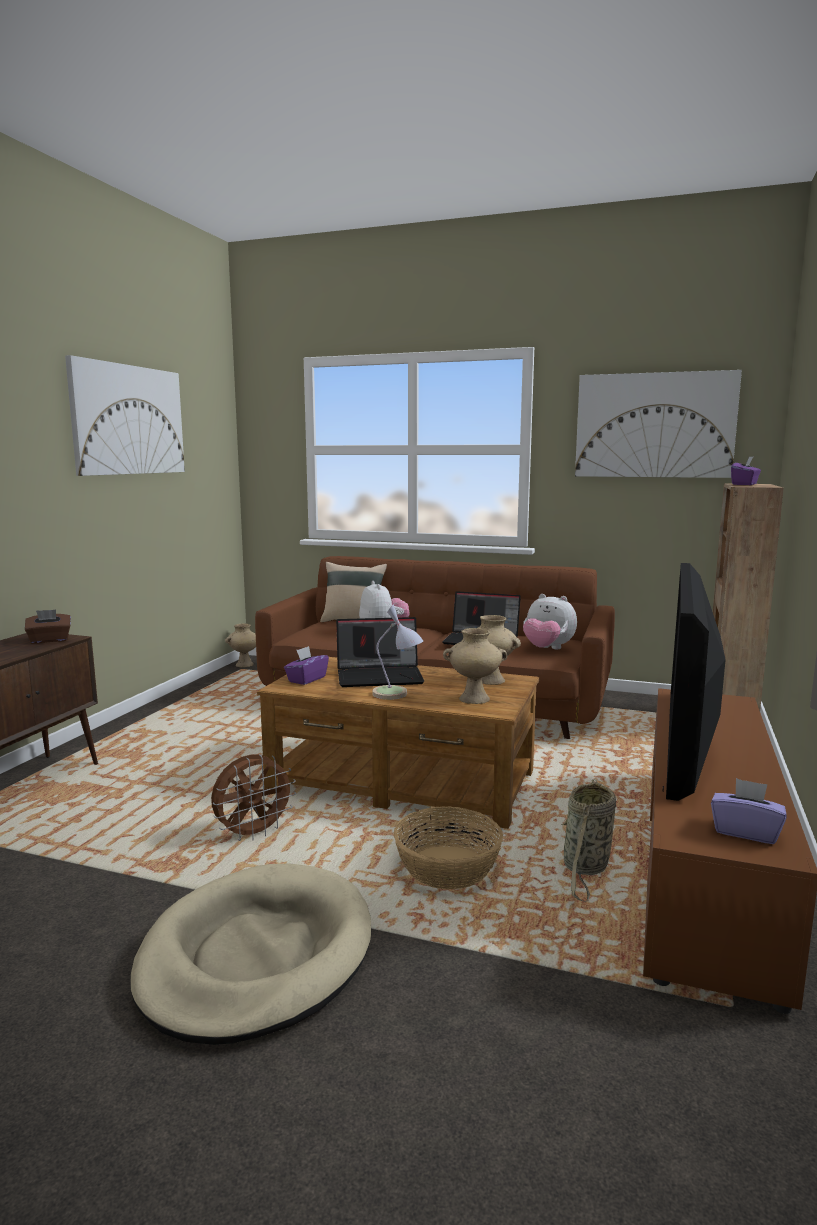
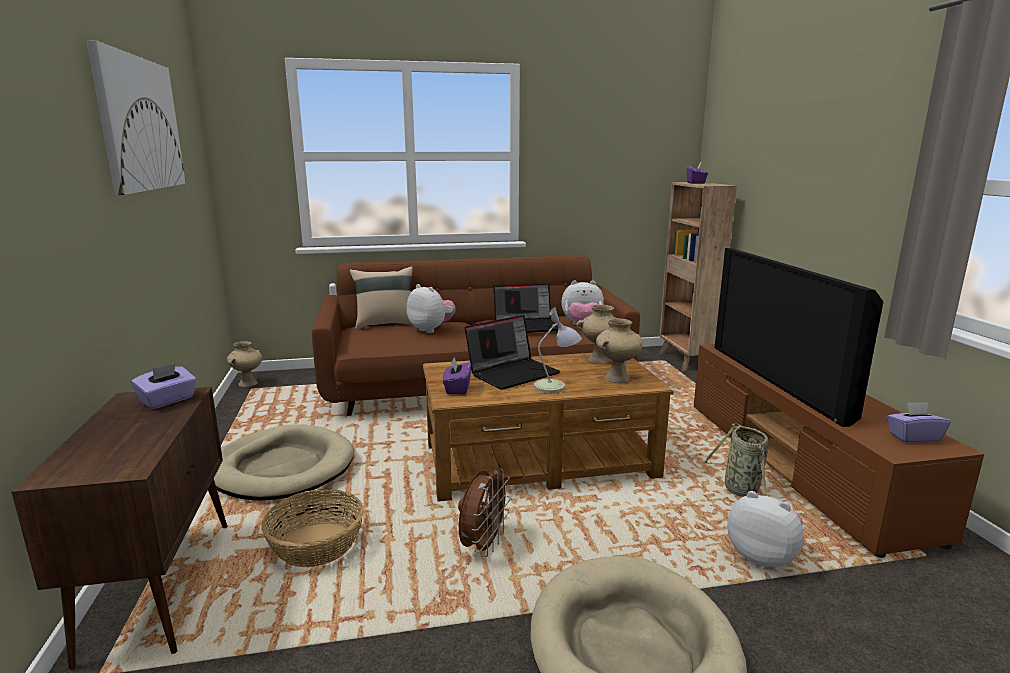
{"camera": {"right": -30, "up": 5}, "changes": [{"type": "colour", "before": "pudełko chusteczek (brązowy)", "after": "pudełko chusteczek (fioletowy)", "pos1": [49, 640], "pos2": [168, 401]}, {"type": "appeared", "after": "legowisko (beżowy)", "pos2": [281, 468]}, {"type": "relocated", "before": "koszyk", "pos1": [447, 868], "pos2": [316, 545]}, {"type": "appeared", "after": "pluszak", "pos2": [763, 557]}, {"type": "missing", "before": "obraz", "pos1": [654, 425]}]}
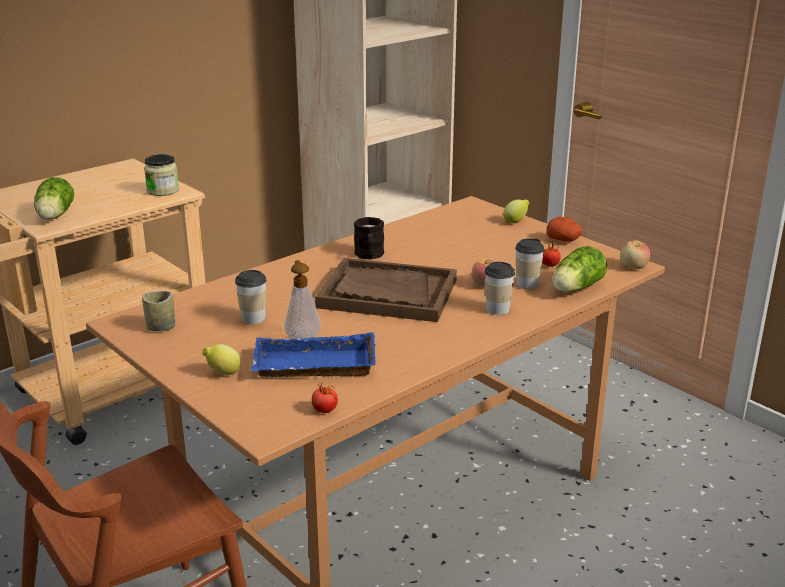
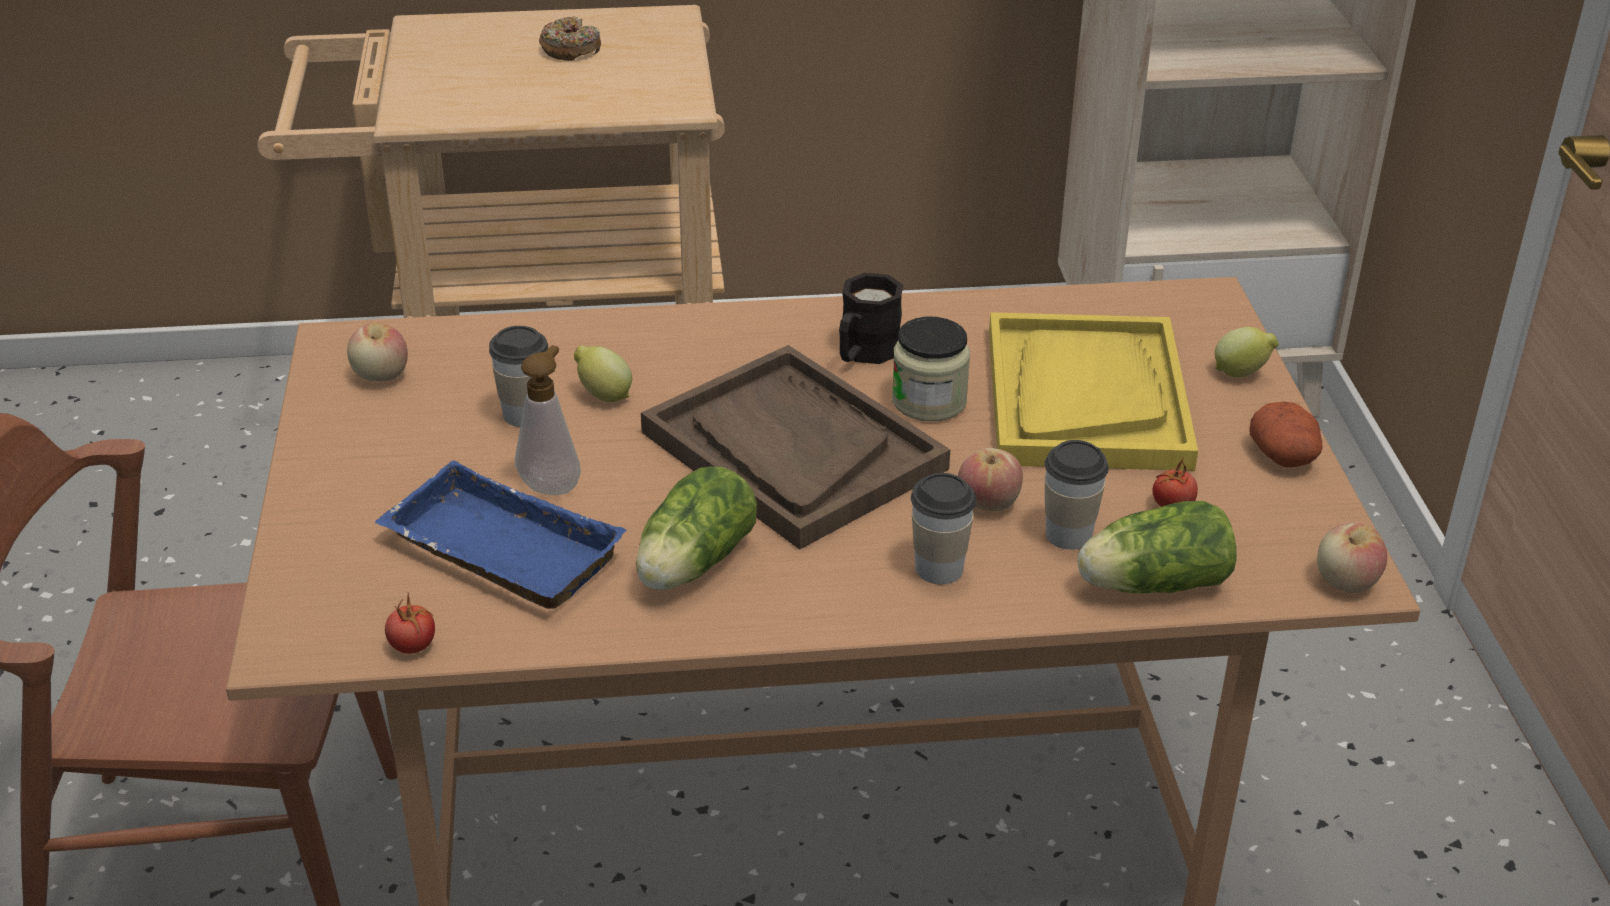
{"camera": {"right": 35, "up": 10}, "changes": [{"type": "exchanged", "before": "filiżanka", "after": "jabłko", "pos1": [161, 327], "pos2": [381, 376]}, {"type": "appeared", "after": "donut", "pos2": [570, 49]}, {"type": "relocated", "before": "cytryna", "pos1": [223, 373], "pos2": [603, 395]}, {"type": "relocated", "before": "sałata", "pos1": [54, 216], "pos2": [691, 565]}, {"type": "relocated", "before": "słoik", "pos1": [163, 191], "pos2": [929, 401]}, {"type": "appeared", "after": "taca (żółty)", "pos2": [1085, 397]}]}
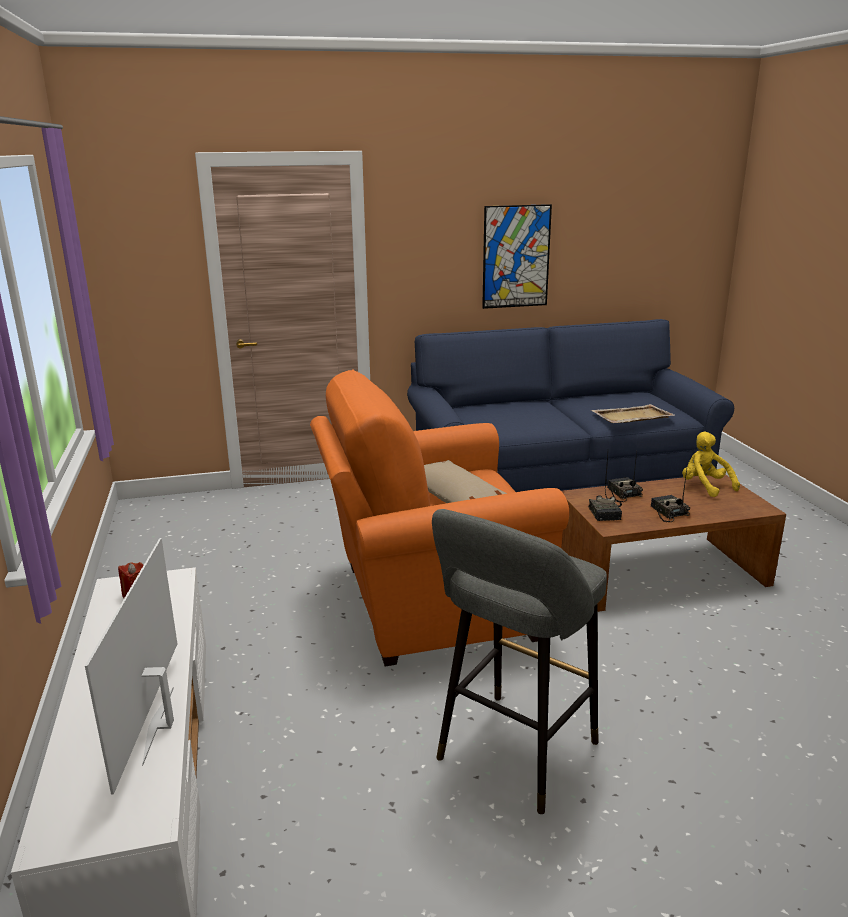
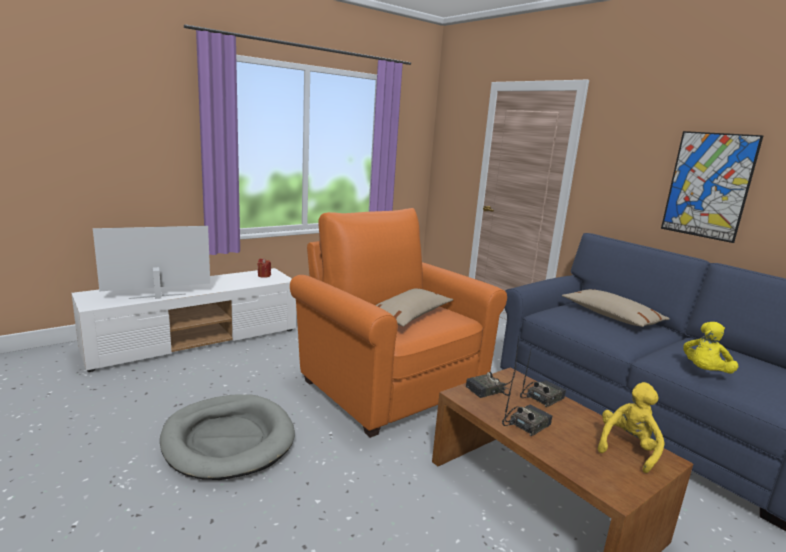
{"camera": {"right": 65, "up": -5}, "changes": [{"type": "exchanged", "before": "stołek (szary)", "after": "legowisko (szary)", "pos1": [512, 756], "pos2": [228, 440]}, {"type": "appeared", "after": "poduszka (beżowy)", "pos2": [611, 316]}, {"type": "exchanged", "before": "taca (beżowy)", "after": "pluszak (żółty)", "pos1": [631, 417], "pos2": [704, 372]}]}
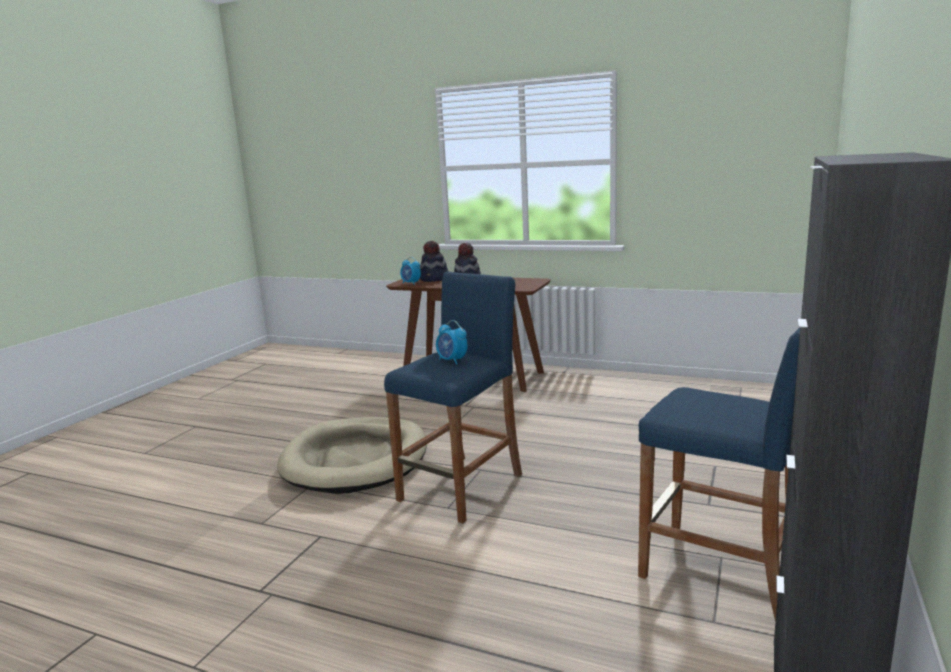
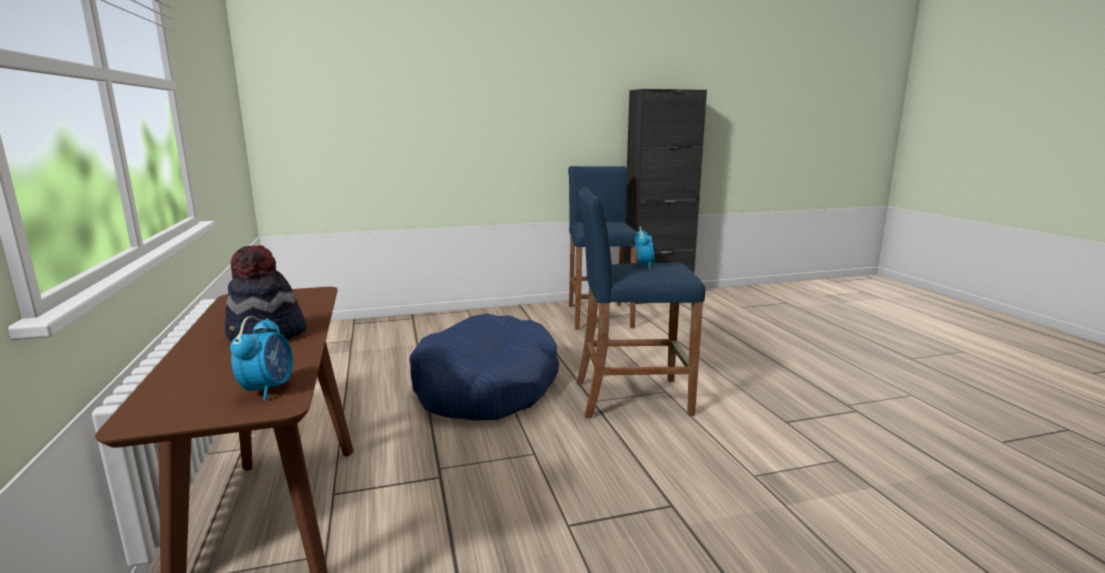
{"camera": {"right": -130, "up": 0}, "changes": [{"type": "appeared", "after": "legowisko (niebieski)", "pos2": [486, 387]}, {"type": "missing", "before": "legowisko (beżowy)", "pos1": [356, 460]}, {"type": "missing", "before": "kapelusz", "pos1": [434, 279]}]}
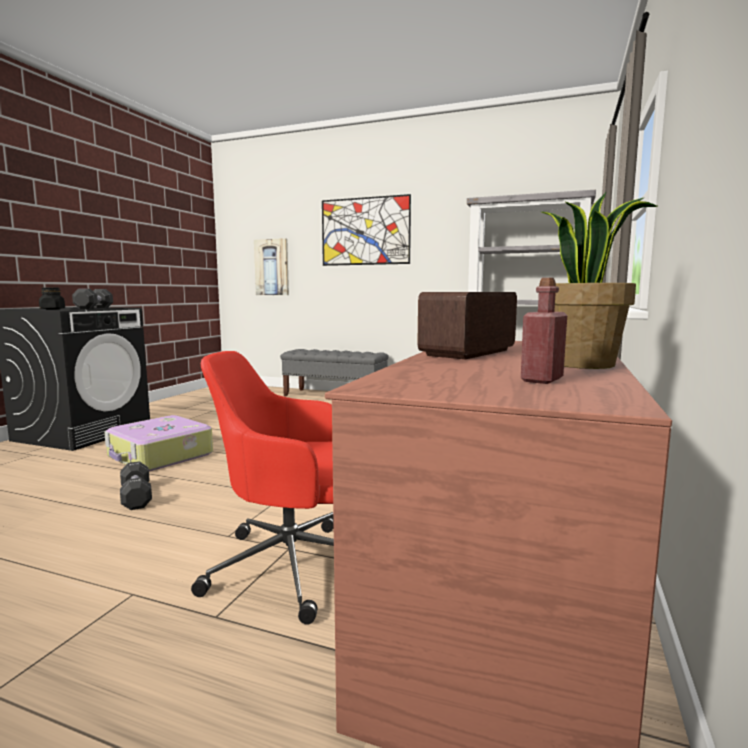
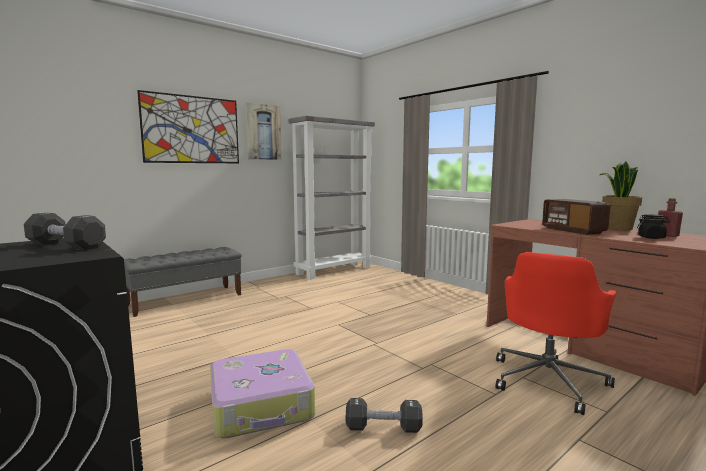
{"camera": {"right": -60, "up": 0}, "changes": [{"type": "relocated", "before": "obraz", "pos1": [272, 267], "pos2": [263, 132]}, {"type": "relocated", "before": "słoik (czarny)", "pos1": [52, 309], "pos2": [651, 237]}]}
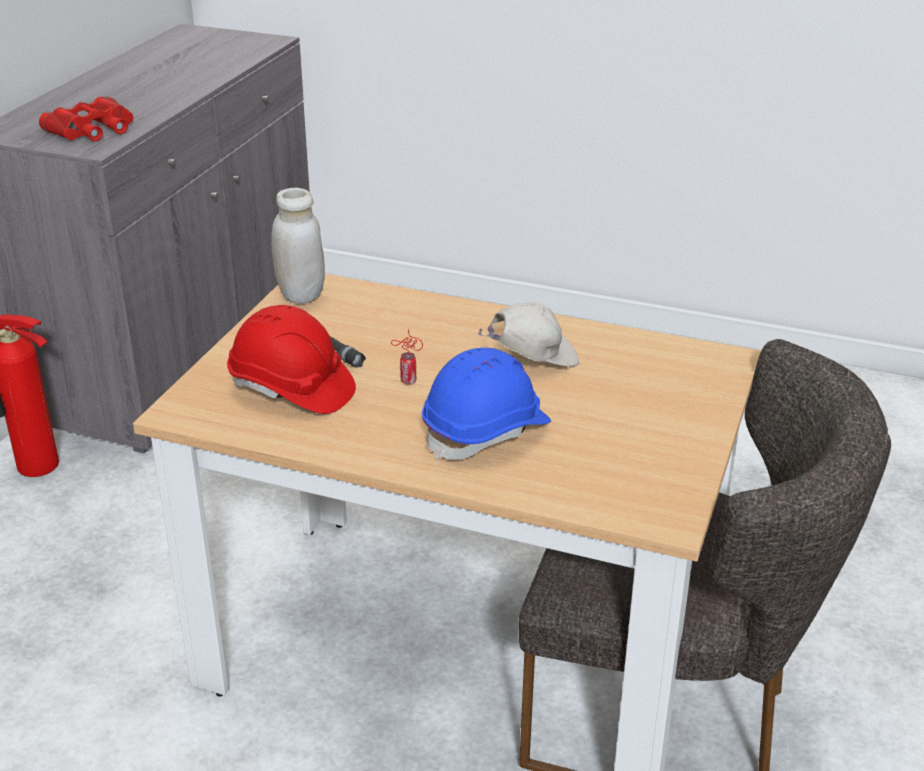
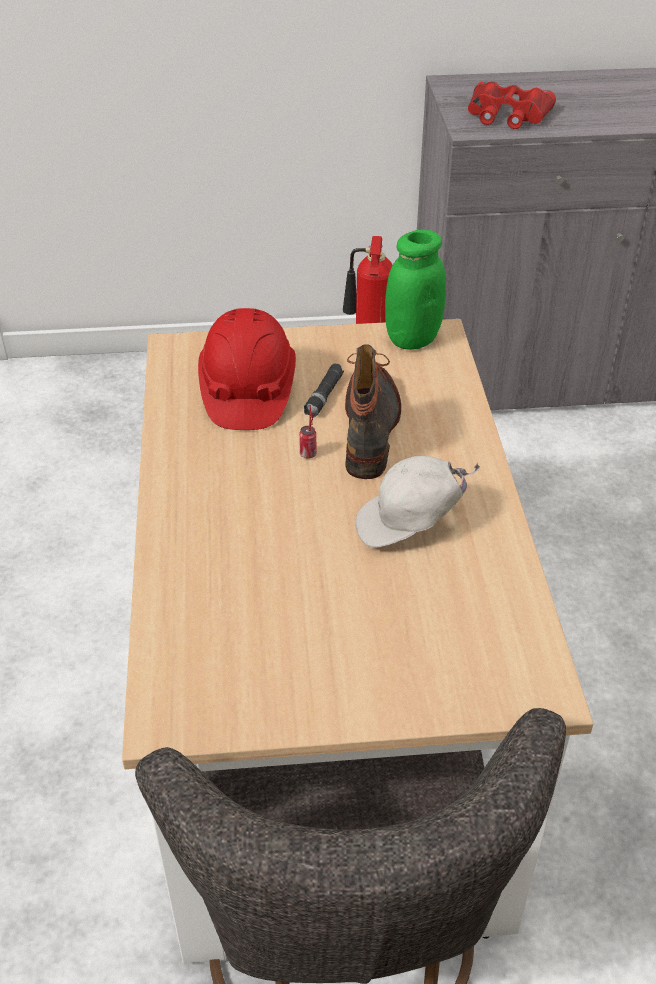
{"camera": {"right": 65, "up": 10}, "changes": [{"type": "appeared", "after": "but z cholewką", "pos2": [371, 428]}, {"type": "spun", "before": "czapka z daszkiem (biały)", "pos1": [531, 359], "pos2": [410, 525], "turn": 120}, {"type": "colour", "before": "słoik (biały)", "after": "słoik (zielony)", "pos1": [301, 295], "pos2": [412, 339]}, {"type": "missing", "before": "kask (niebieski)", "pos1": [486, 432]}]}
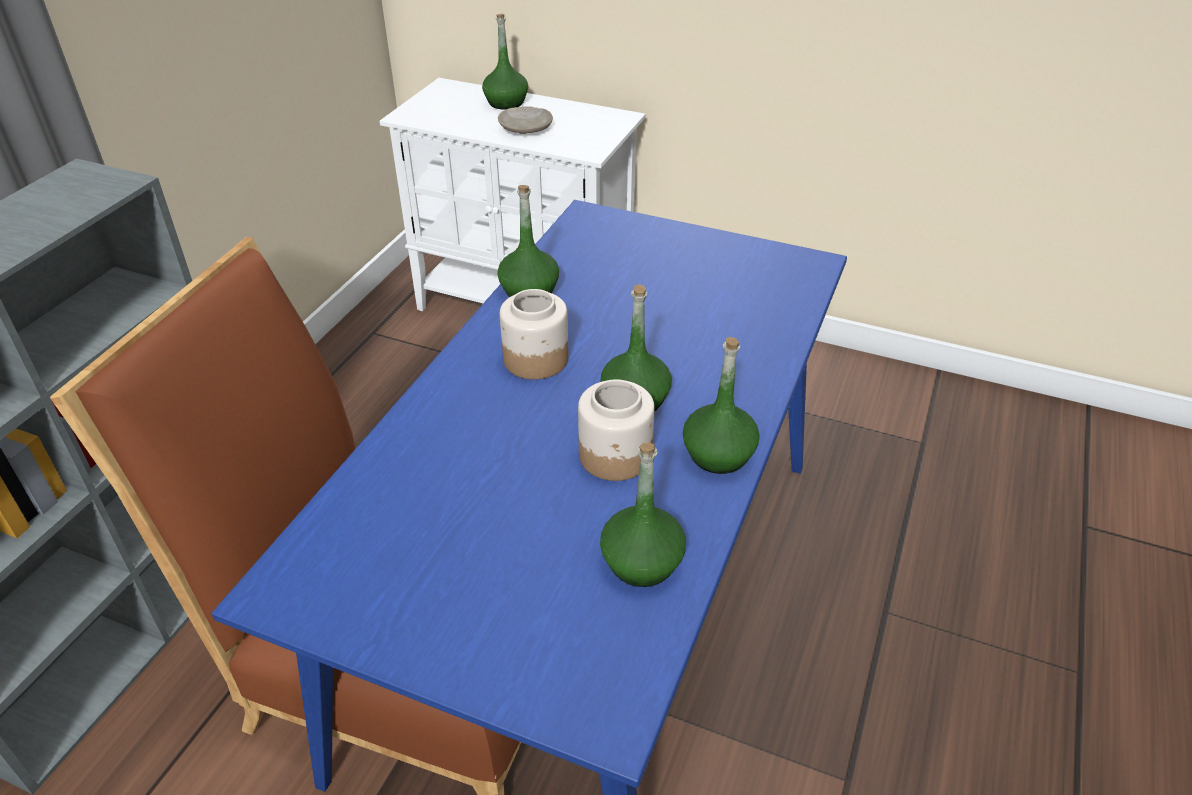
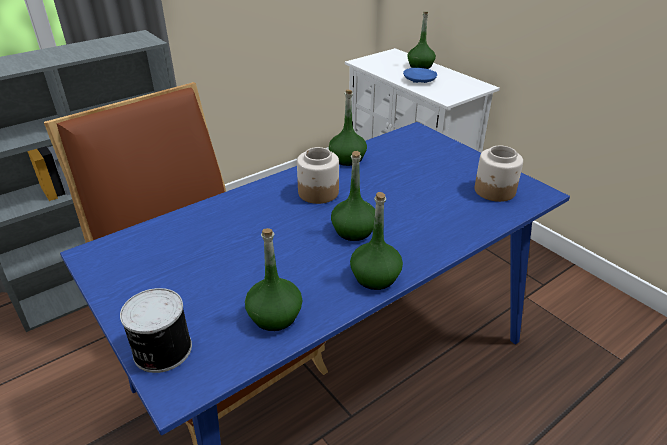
{"camera": {"right": 30, "up": -5}, "changes": [{"type": "appeared", "after": "puszka", "pos2": [161, 350]}, {"type": "colour", "before": "talerz (beżowy)", "after": "talerz (niebieski)", "pos1": [526, 128], "pos2": [419, 80]}, {"type": "relocated", "before": "słoik", "pos1": [616, 456], "pos2": [495, 191]}]}
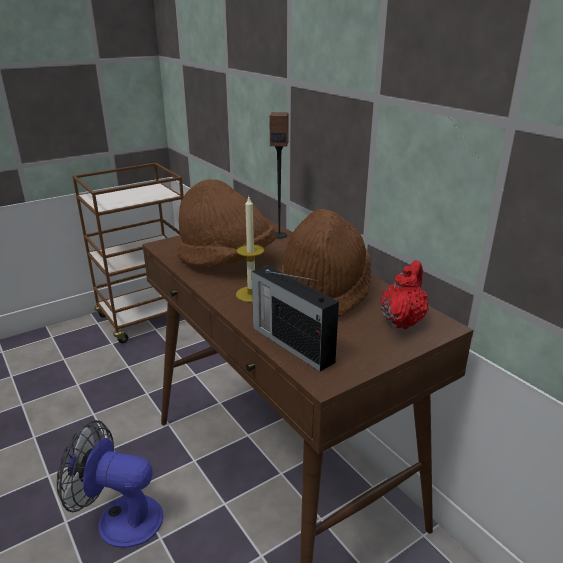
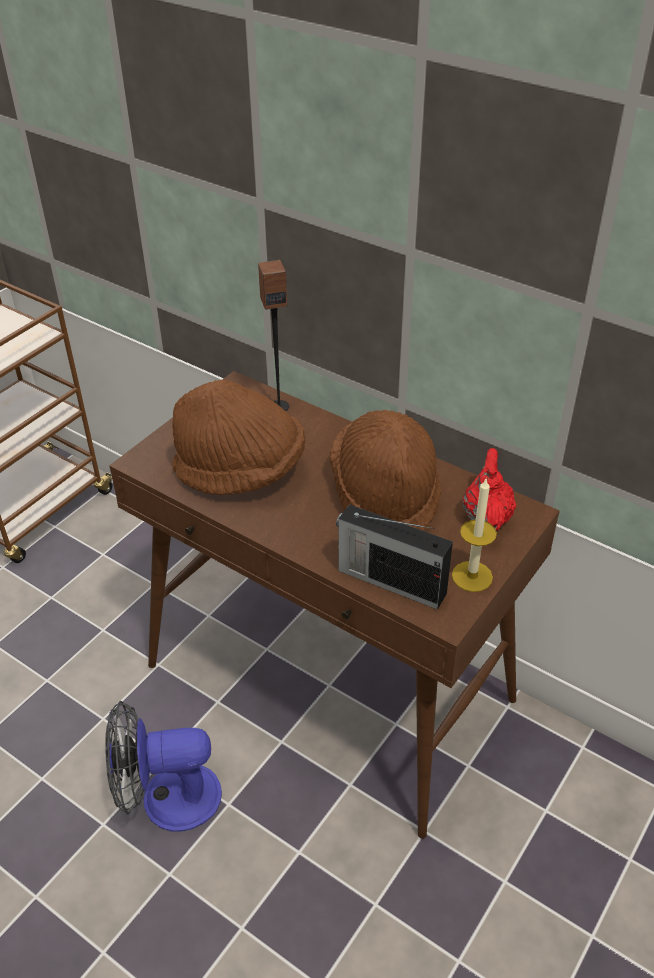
{"camera": {"right": -20, "up": 15}, "changes": [{"type": "relocated", "before": "świeca", "pos1": [251, 294], "pos2": [472, 576]}]}
